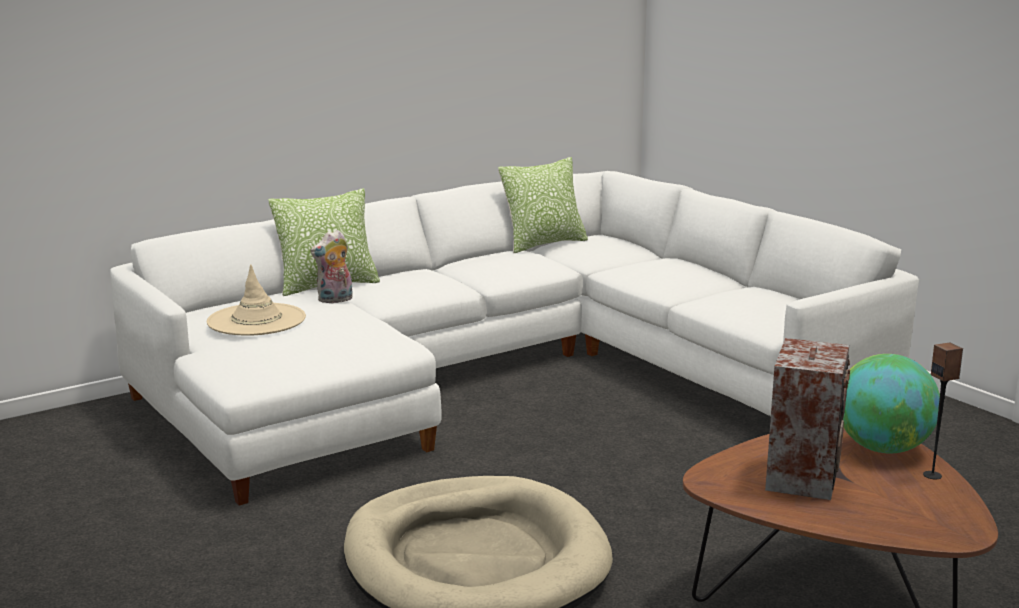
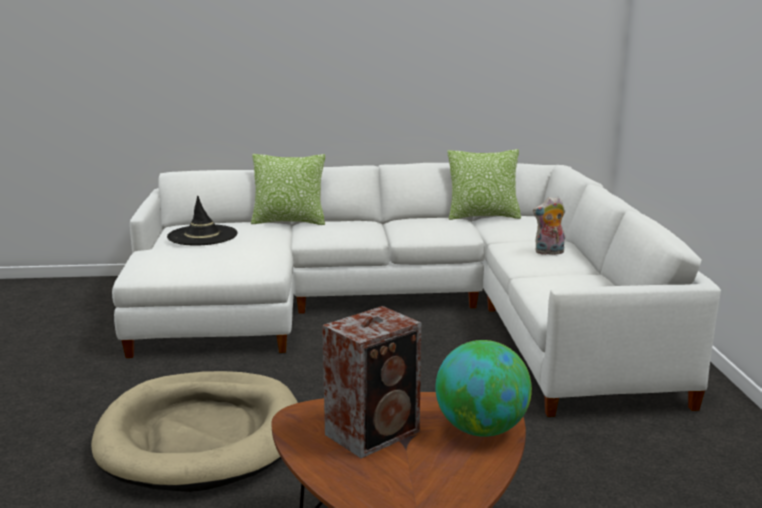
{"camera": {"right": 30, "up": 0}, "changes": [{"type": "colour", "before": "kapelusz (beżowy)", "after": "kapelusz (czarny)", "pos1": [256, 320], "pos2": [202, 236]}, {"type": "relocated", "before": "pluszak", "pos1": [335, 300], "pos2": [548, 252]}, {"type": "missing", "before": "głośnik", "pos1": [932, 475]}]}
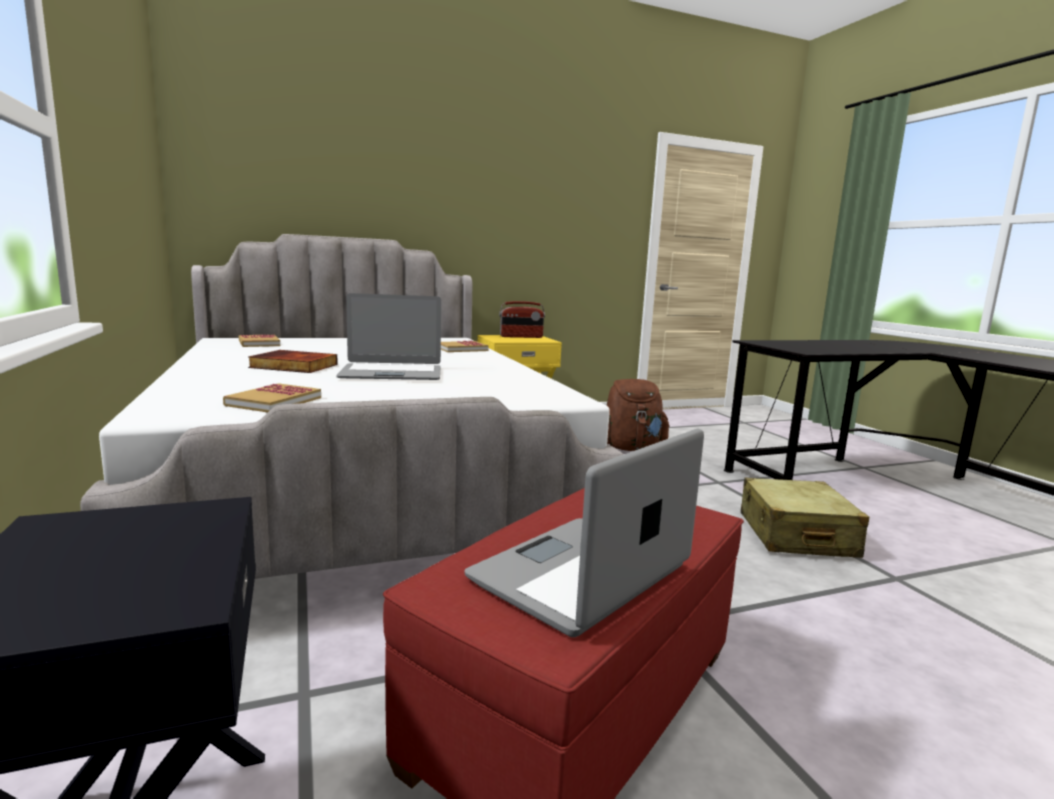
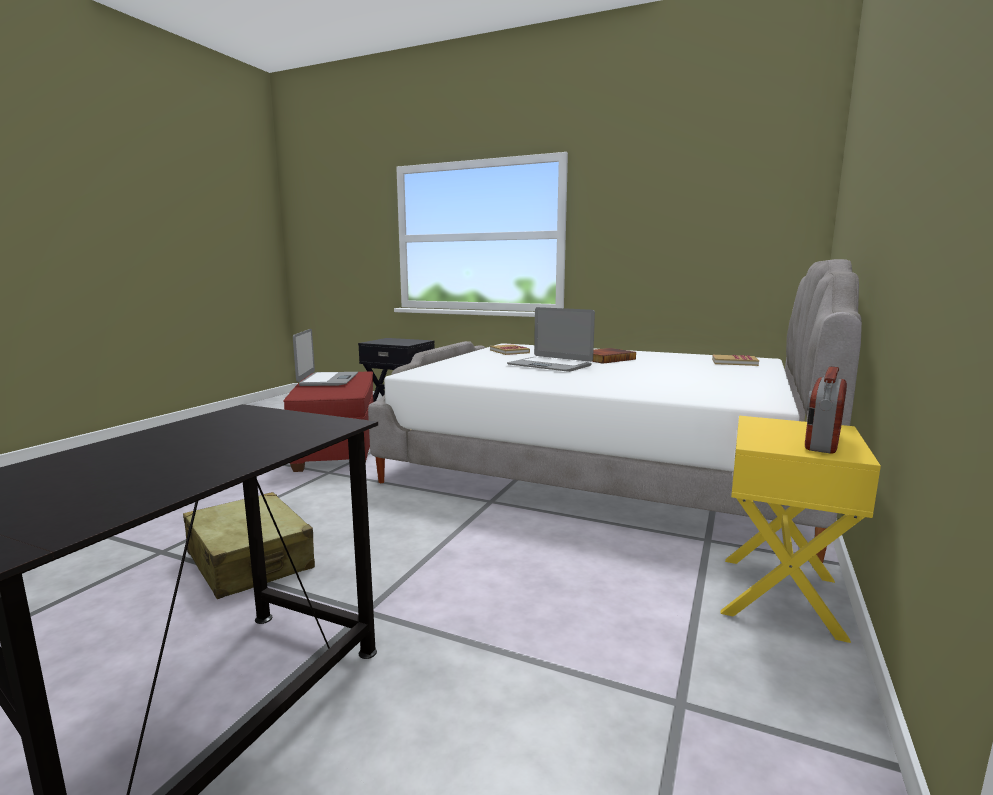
{"camera": {"right": 135, "up": 0}, "changes": [{"type": "spun", "before": "laptop", "pos1": [391, 374], "pos2": [550, 365], "turn": -90}, {"type": "missing", "before": "książka", "pos1": [461, 349]}, {"type": "missing", "before": "plecak (brązowy)", "pos1": [630, 448]}]}
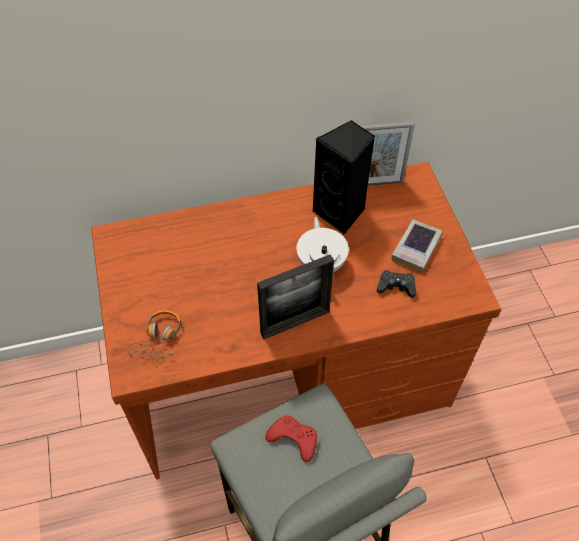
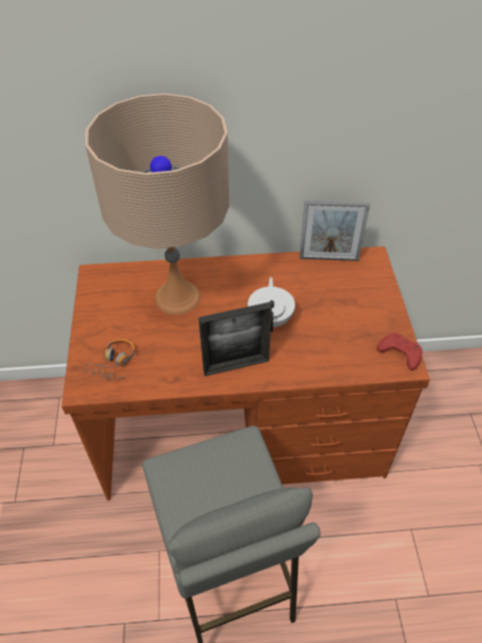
{"camera": {"right": 10, "up": -5}, "changes": [{"type": "appeared", "after": "lampa stołowa (beżowy)", "pos2": [177, 297]}, {"type": "relocated", "before": "pad do gier (czerwony)", "pos1": [293, 439], "pos2": [400, 352]}, {"type": "missing", "before": "głośnik (czarny)", "pos1": [341, 213]}, {"type": "missing", "before": "pad do gier (czarny)", "pos1": [396, 286]}, {"type": "missing", "before": "książka", "pos1": [416, 248]}]}
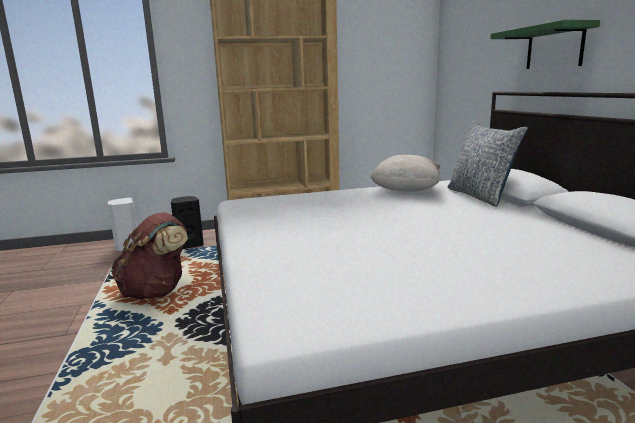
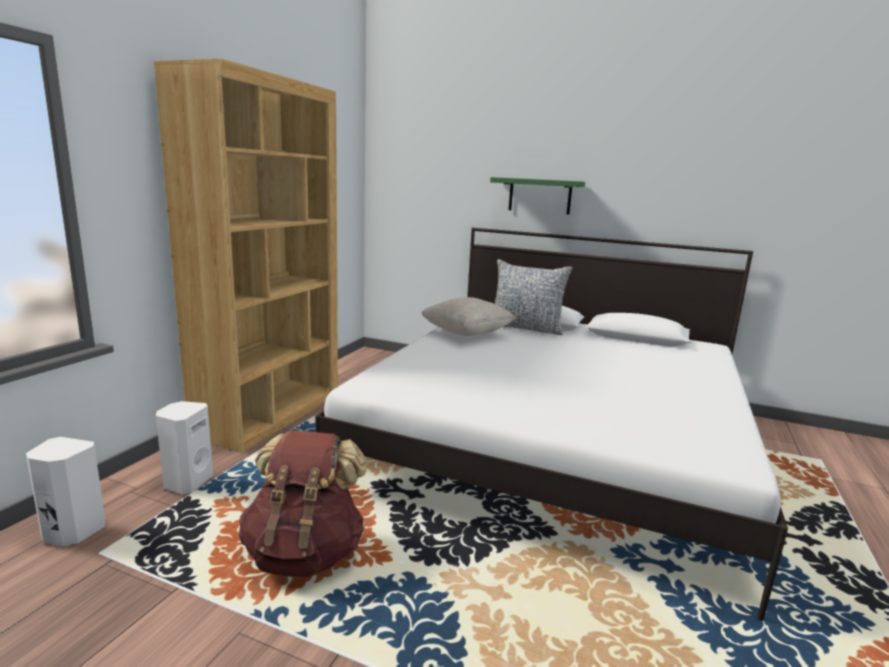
{"camera": {"right": -55, "up": 0}, "changes": [{"type": "colour", "before": "głośnik (czarny)", "after": "głośnik (biały)", "pos1": [189, 245], "pos2": [187, 482]}]}
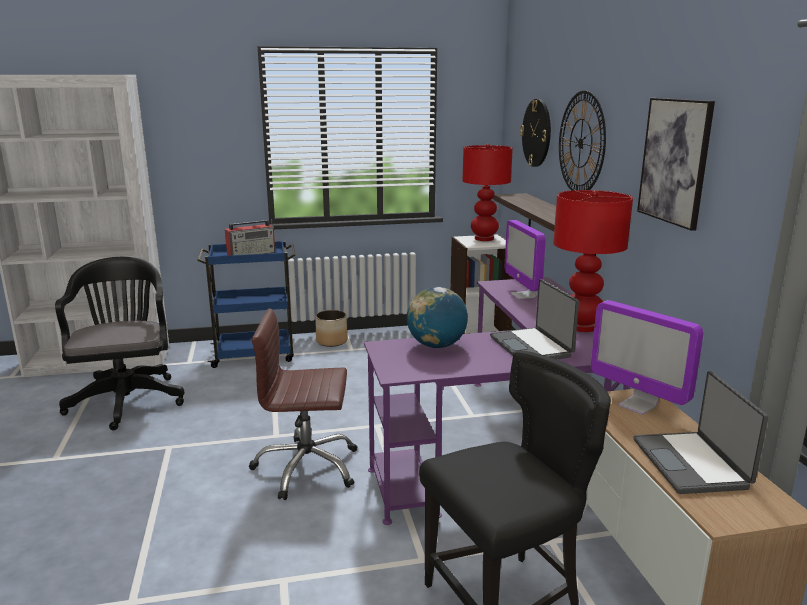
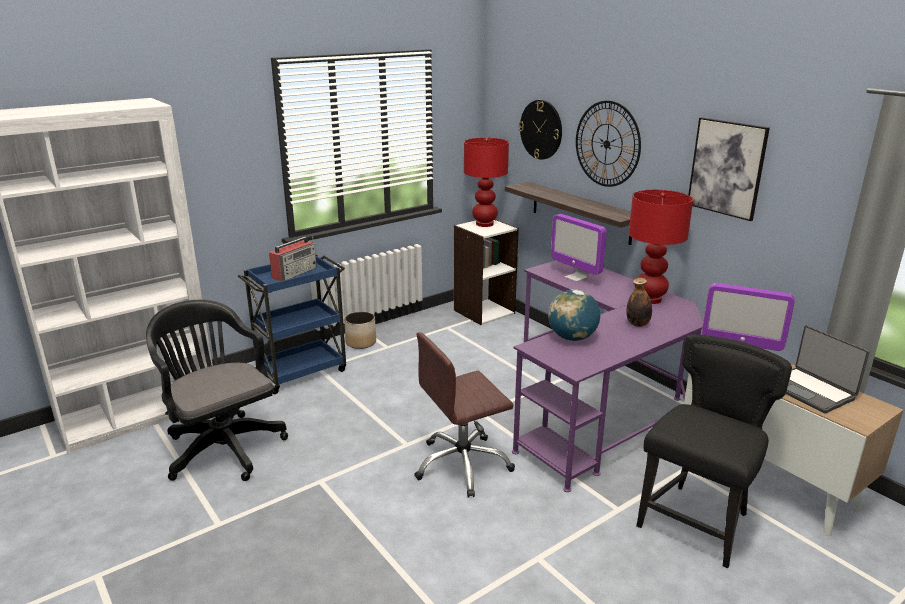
{"camera": {"right": -25, "up": 5}, "changes": [{"type": "exchanged", "before": "laptop", "after": "butelka", "pos1": [532, 347], "pos2": [637, 324]}]}
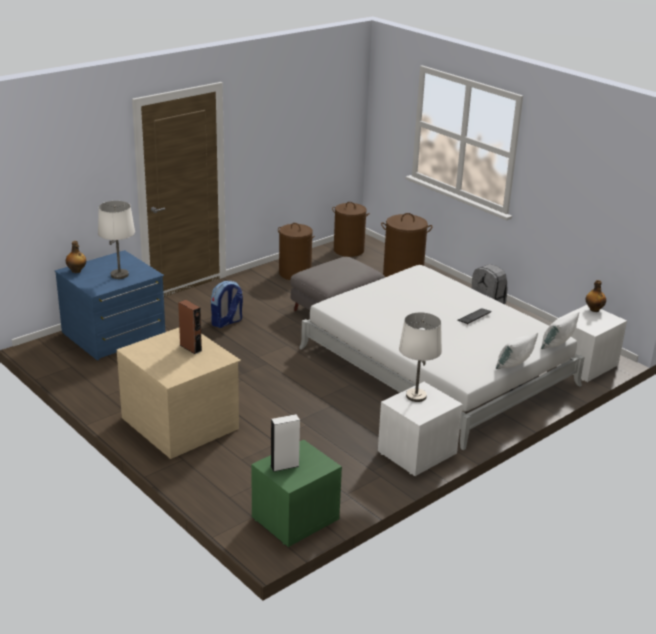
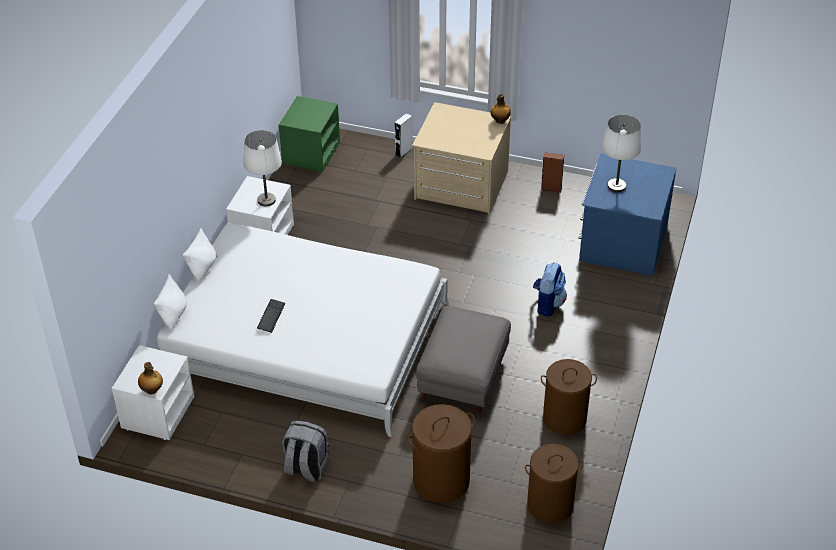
{"camera": {"right": 150, "up": 15}, "changes": [{"type": "relocated", "before": "głośnik (biały)", "pos1": [284, 466], "pos2": [403, 151]}, {"type": "relocated", "before": "butelka", "pos1": [76, 271], "pos2": [500, 121]}, {"type": "relocated", "before": "głośnik (brązowy)", "pos1": [190, 348], "pos2": [551, 188]}]}
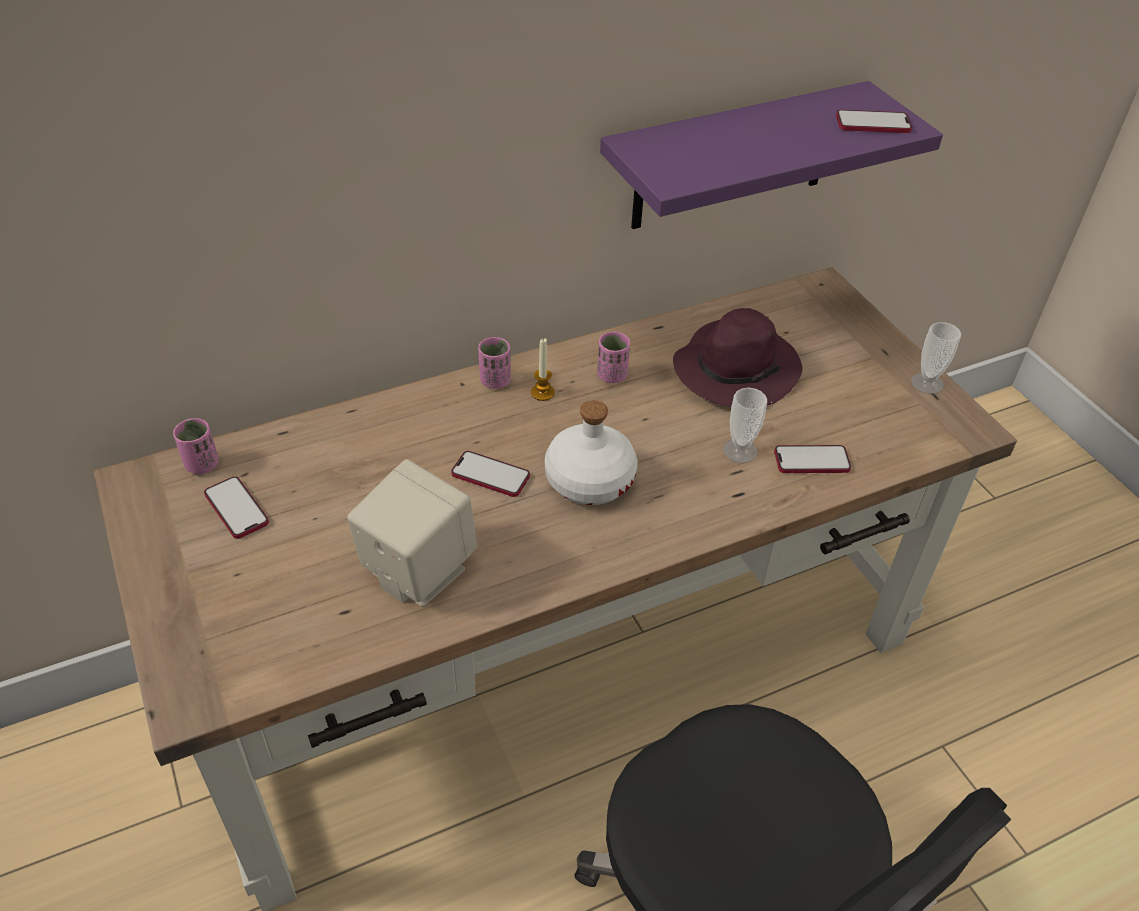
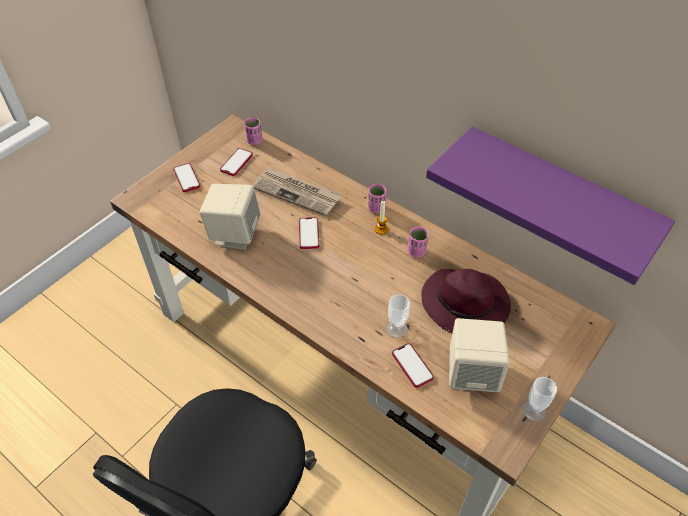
{"camera": {"right": 65, "up": 5}, "changes": [{"type": "relocated", "before": "telefon", "pos1": [872, 124], "pos2": [187, 178]}, {"type": "appeared", "after": "gazeta", "pos2": [297, 193]}, {"type": "appeared", "after": "głośnik (beżowy)", "pos2": [472, 373]}, {"type": "missing", "before": "butelka (biały)", "pos1": [588, 480]}]}
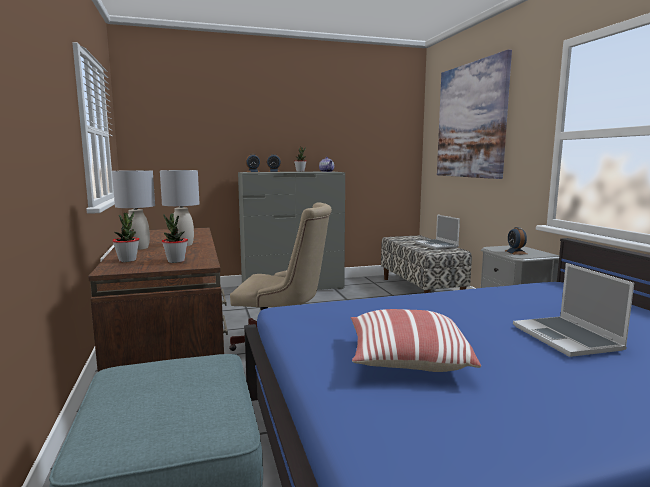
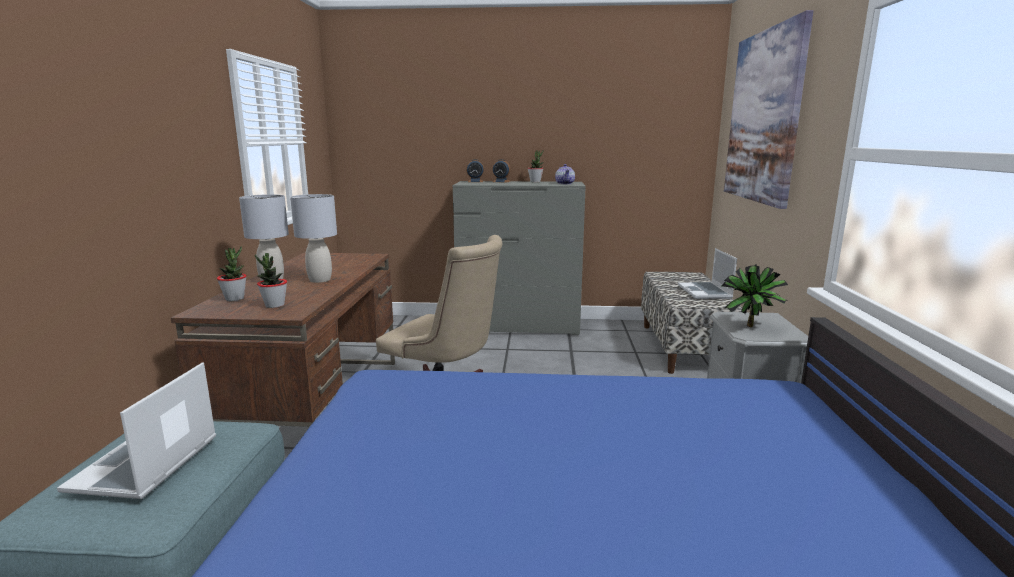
{"camera": {"right": 20, "up": 5}, "changes": [{"type": "relocated", "before": "laptop", "pos1": [568, 338], "pos2": [145, 465]}, {"type": "exchanged", "before": "budzik", "after": "roślina doniczkowa", "pos1": [515, 252], "pos2": [750, 327]}, {"type": "missing", "before": "poduszka", "pos1": [406, 360]}]}
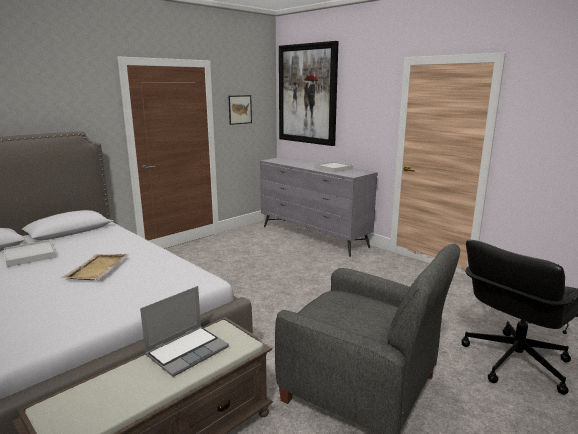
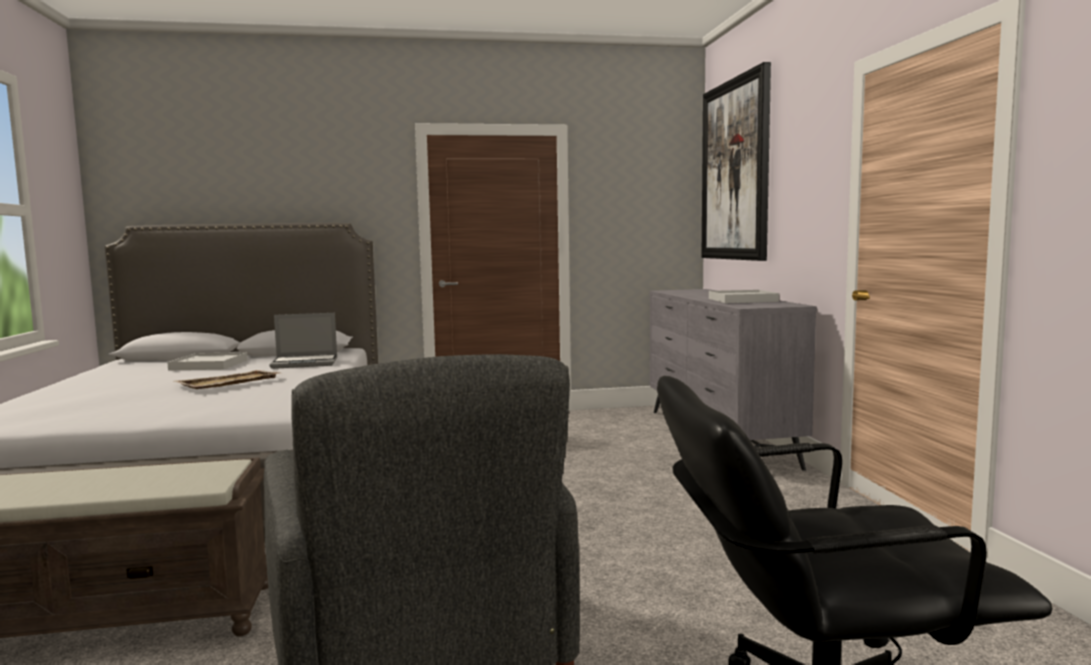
{"camera": {"right": 35, "up": -10}, "changes": [{"type": "relocated", "before": "laptop", "pos1": [187, 350], "pos2": [306, 363]}, {"type": "missing", "before": "obraz", "pos1": [240, 109]}]}
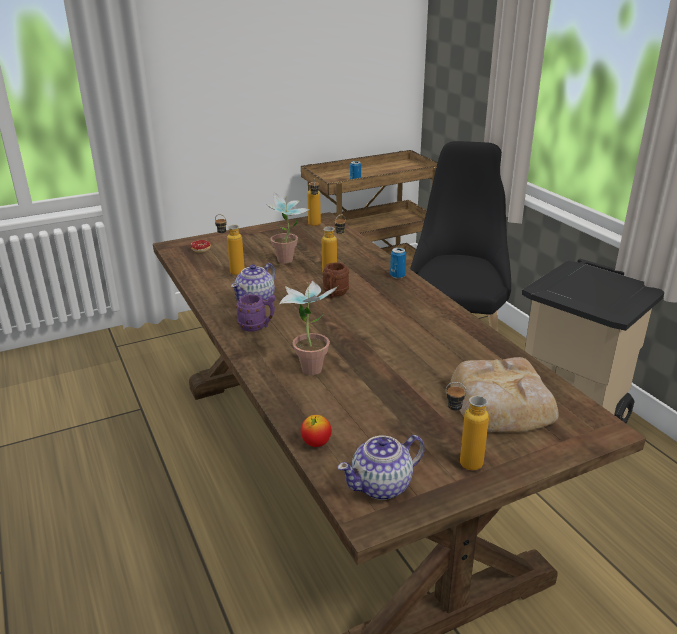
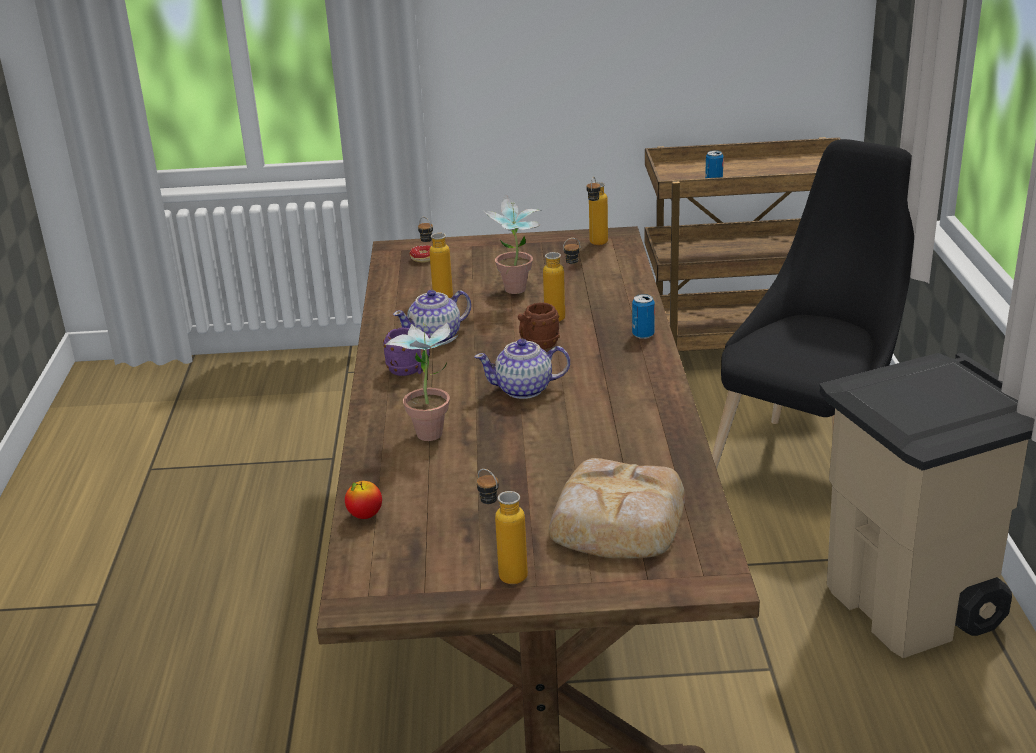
{"camera": {"right": 25, "up": 0}, "changes": [{"type": "relocated", "before": "imbryk", "pos1": [382, 485], "pos2": [524, 389]}]}
